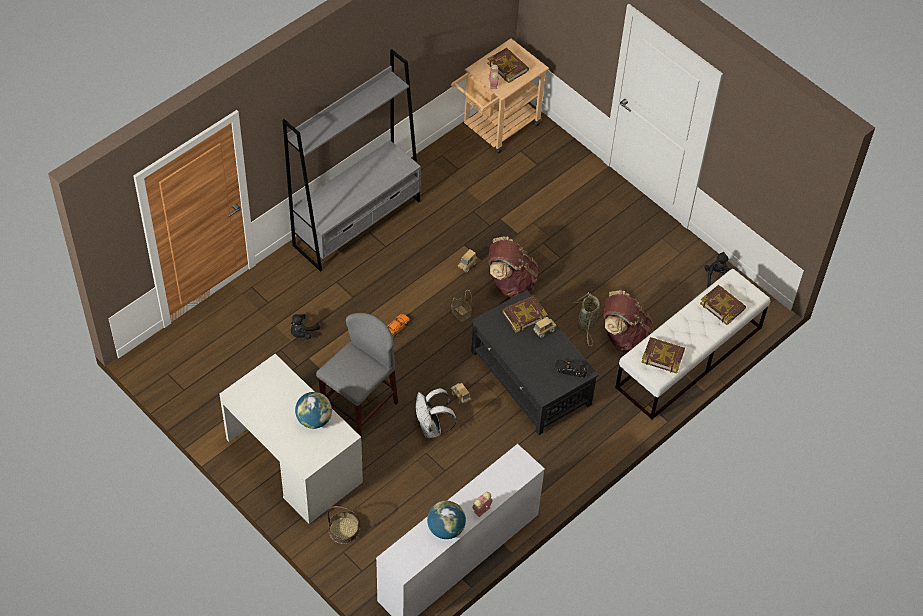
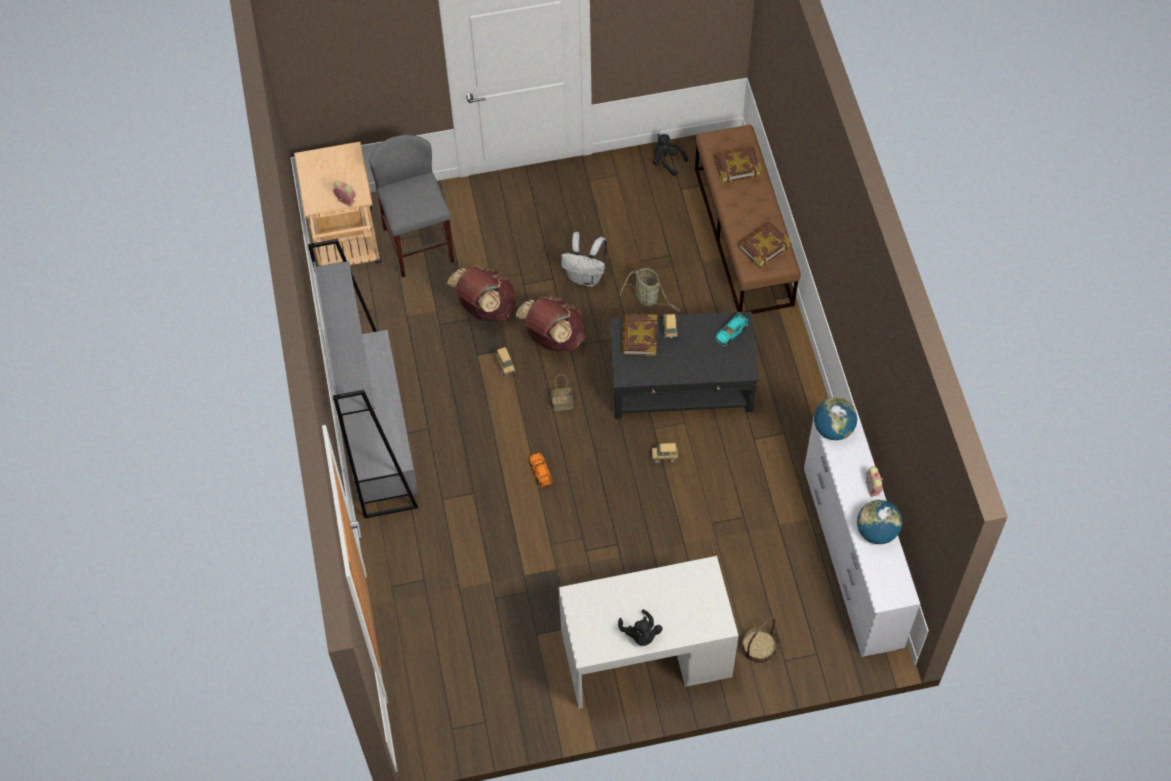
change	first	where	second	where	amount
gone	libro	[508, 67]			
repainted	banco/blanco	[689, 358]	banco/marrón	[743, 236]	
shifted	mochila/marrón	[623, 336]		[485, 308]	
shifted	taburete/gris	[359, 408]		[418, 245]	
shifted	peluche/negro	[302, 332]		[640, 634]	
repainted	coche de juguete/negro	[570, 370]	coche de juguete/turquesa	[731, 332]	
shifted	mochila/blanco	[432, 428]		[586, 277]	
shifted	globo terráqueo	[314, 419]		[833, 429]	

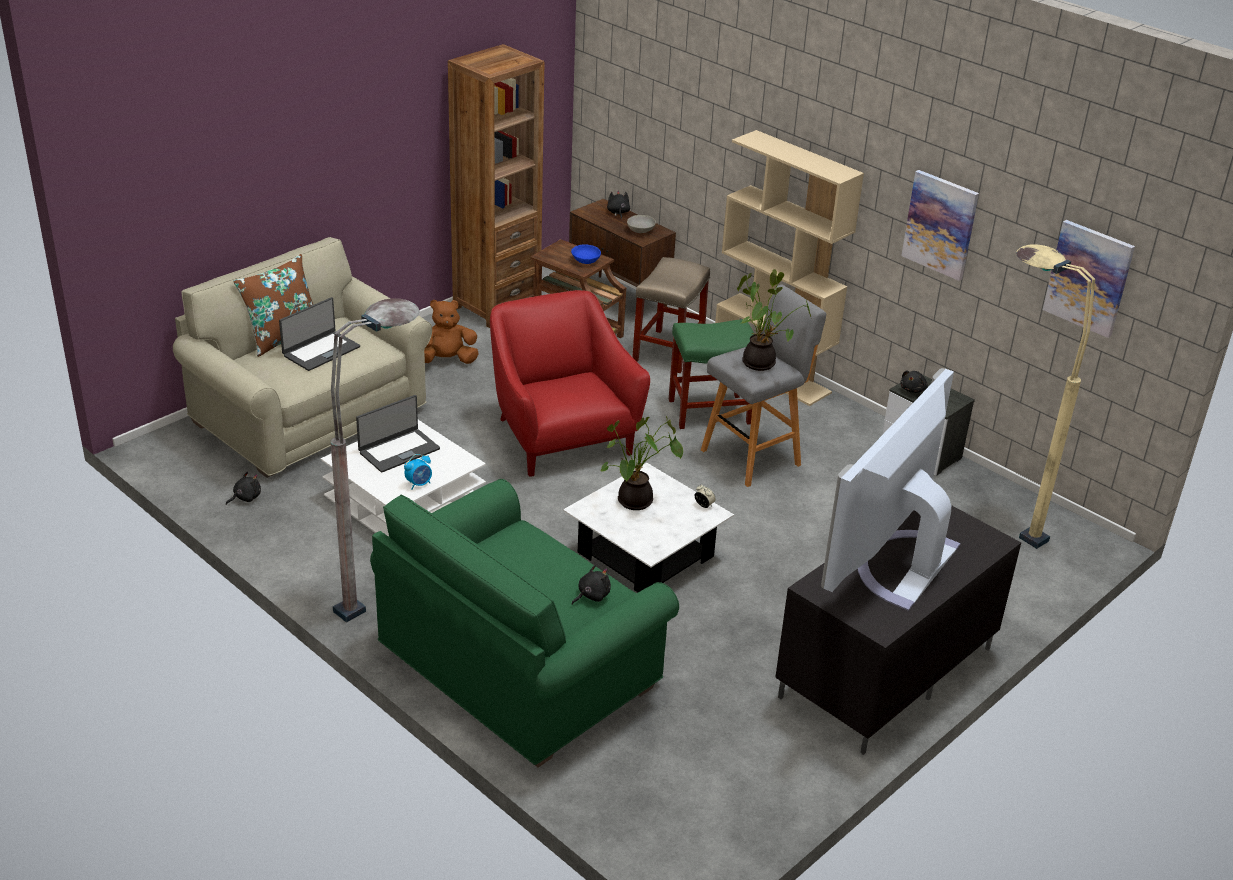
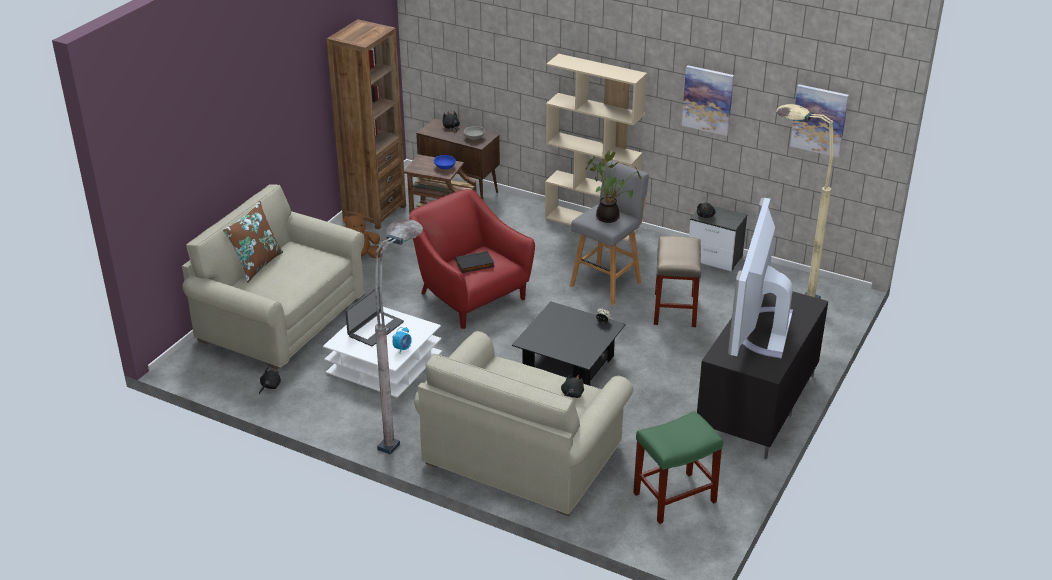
change	first	where	second	where	amount
shifted	taburete/beis	[668, 352]		[675, 310]	
gone	portátil	[320, 351]			
shifted	taburete/verde	[708, 412]		[673, 498]	
gone	planta en maceta	[635, 503]			
repainted	mesa de centro/blanco	[645, 555]	mesa de centro/negro	[568, 364]	
repainted	sofá/verde	[518, 664]	sofá/beis	[521, 455]	
new			libro/negro	[475, 264]	

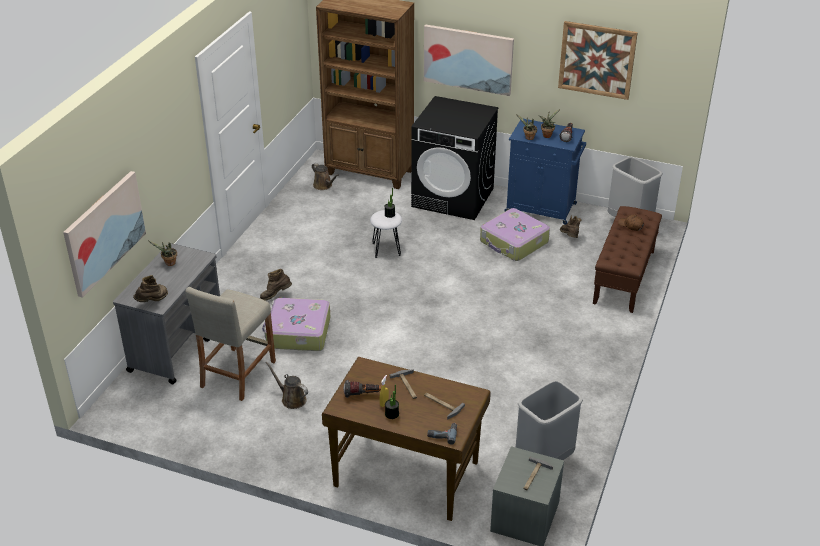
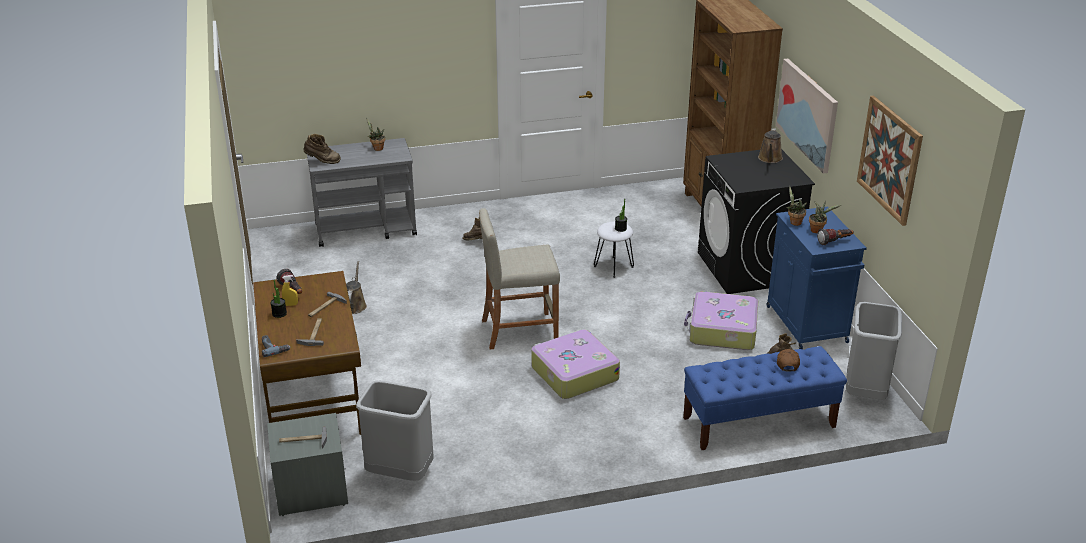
change	first	where	second	where	amount
shifted	regadera/marrón	[324, 186]		[770, 159]	
gone	cuadro	[104, 232]			
repainted	banco/marrón	[624, 277]	banco/azul	[758, 422]	
shifted	taburete/beis	[237, 374]		[519, 331]	
shifted	maleta	[298, 332]		[573, 373]	

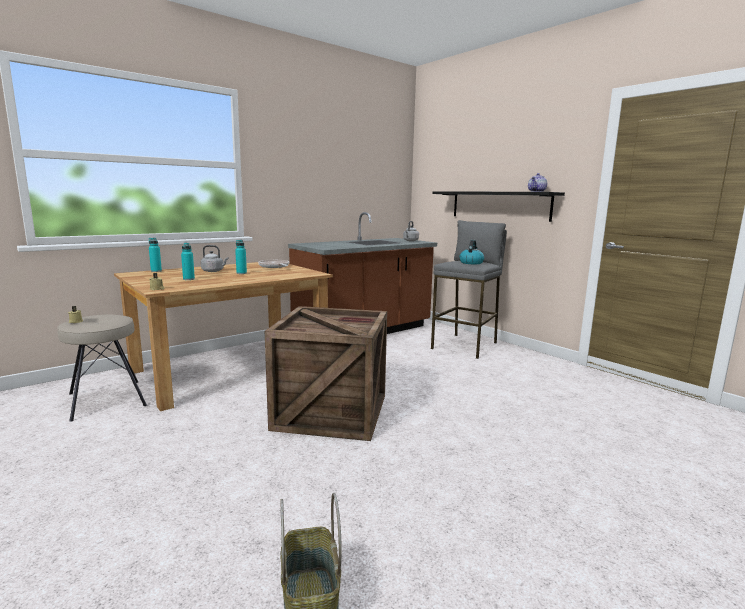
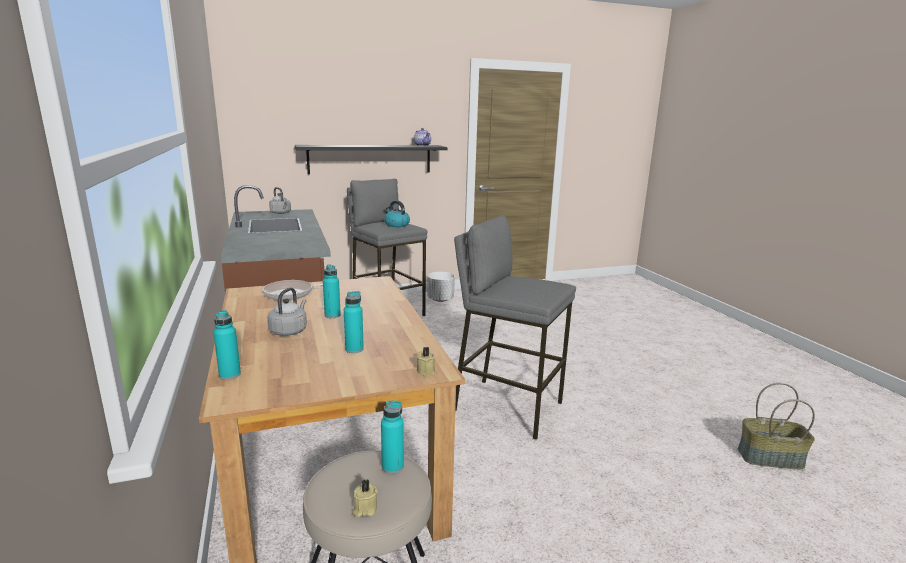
change	first	where	second	where	amount
swapped	caja de embalaje	[333, 411]	taburete/gris	[507, 406]	
new			maceta/blanco	[440, 299]	
new			botella/turquesa	[392, 466]	

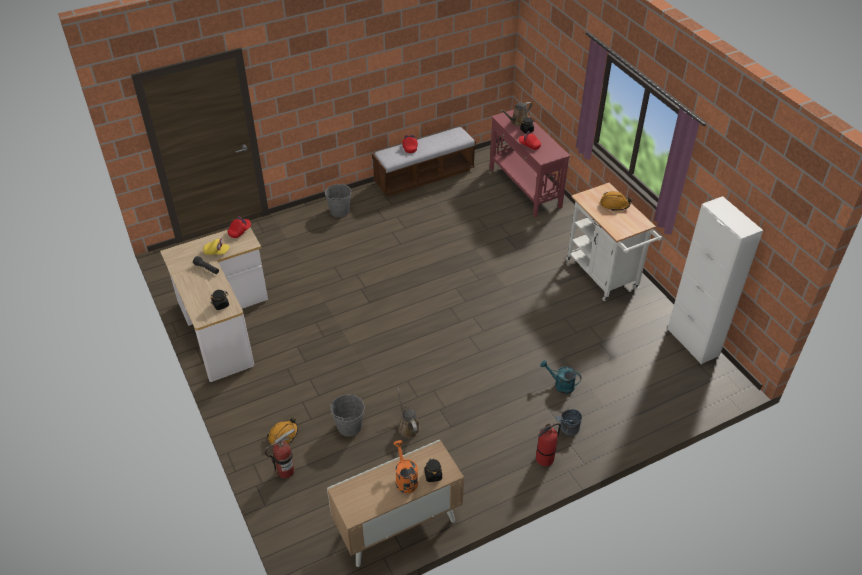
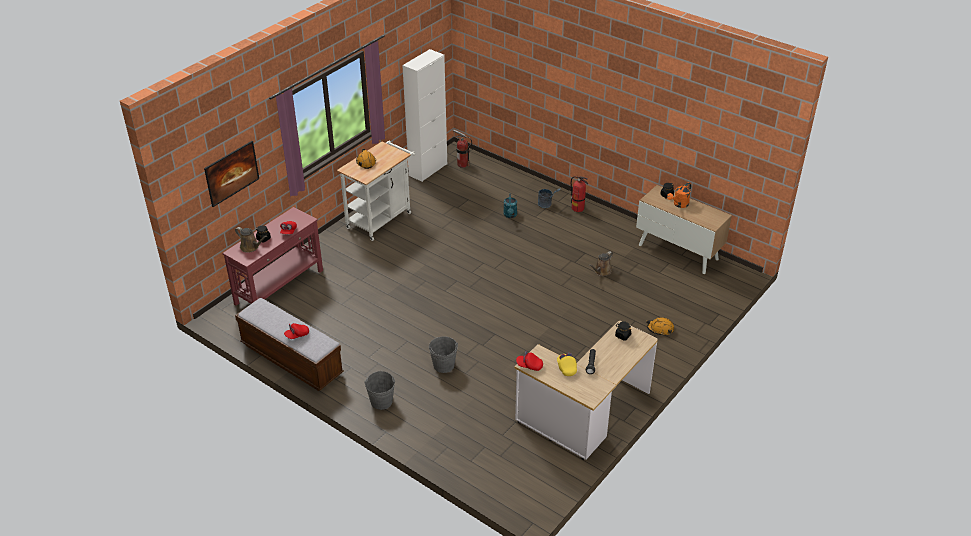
change	first	where	second	where	amount
shifted	cubo/gris	[349, 426]		[443, 365]	
shifted	extintor	[286, 471]		[462, 164]	
new			cuadro	[233, 182]	

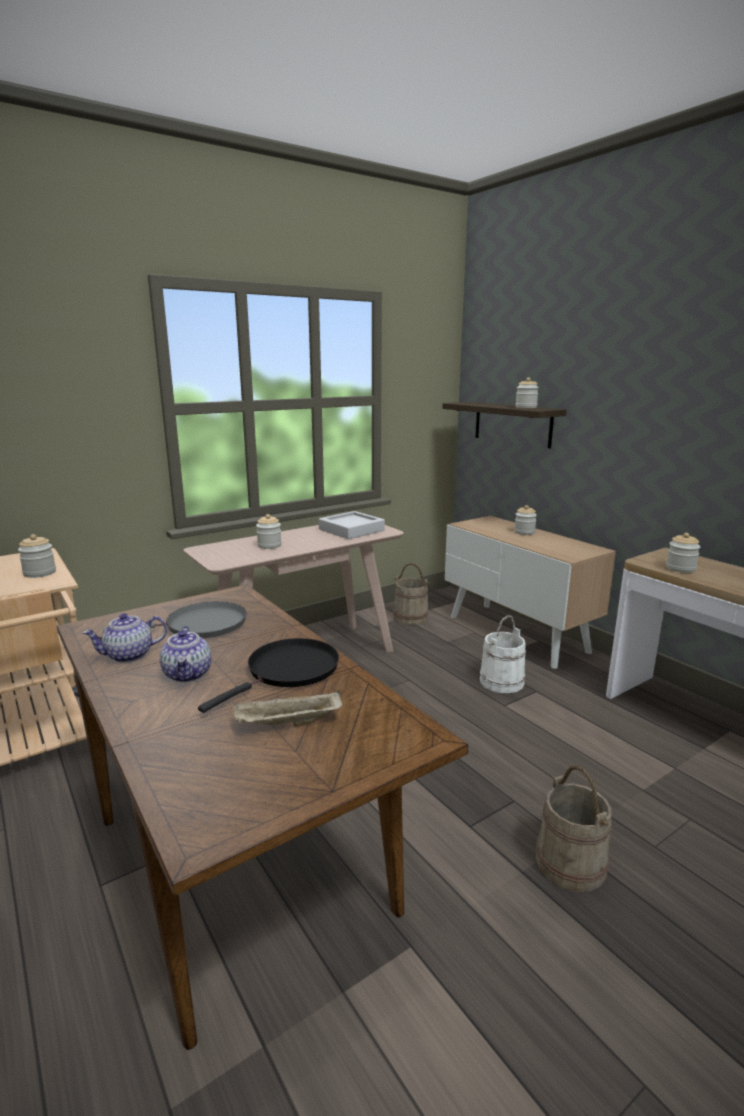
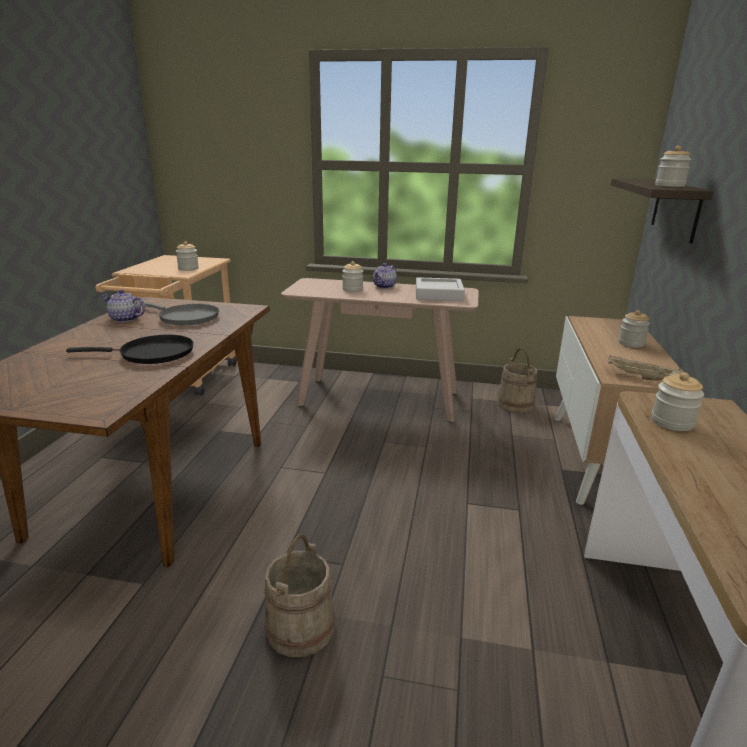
change	first	where	second	where	amount
gone	cubo/blanco	[501, 681]			
shifted	tetera	[188, 674]		[384, 286]	
shifted	bandeja/beis	[288, 724]		[638, 377]	

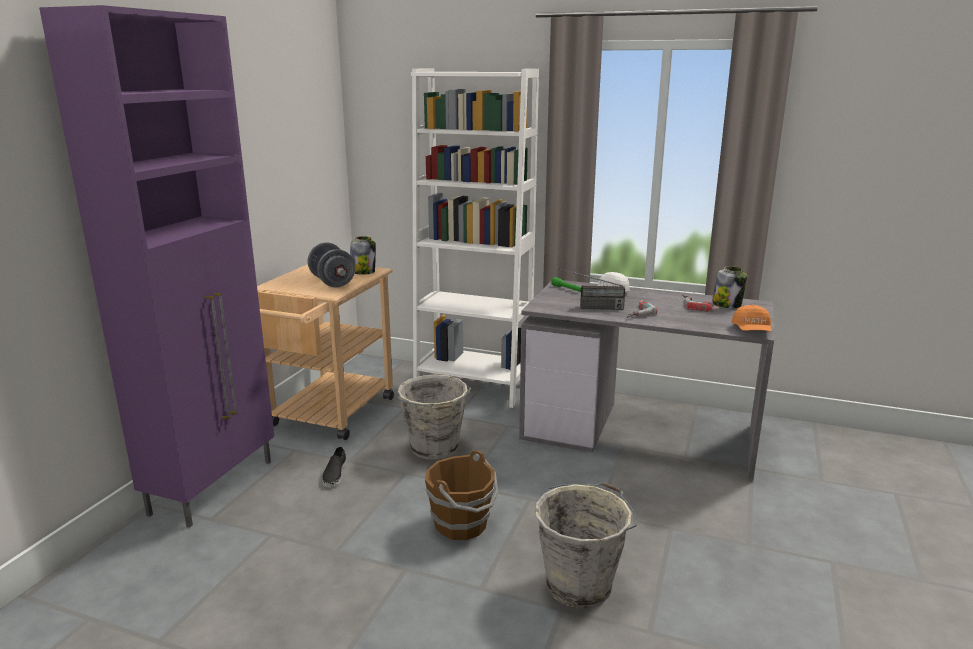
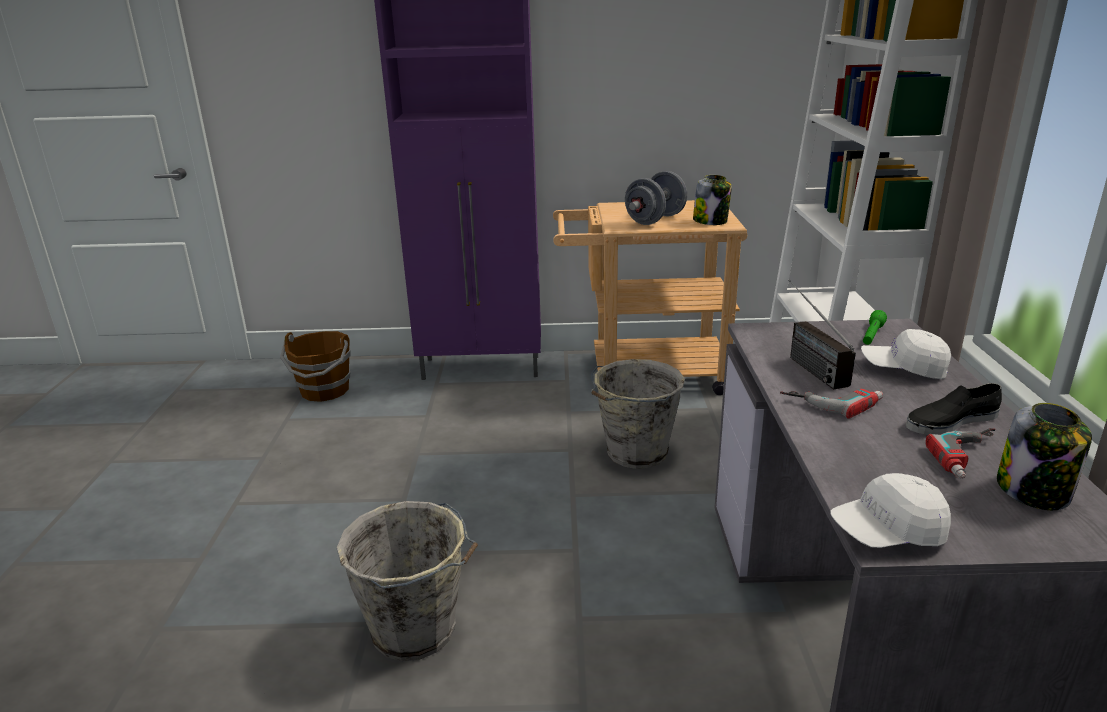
change	first	where	second	where	amount
repainted	gorra/naranja	[752, 331]	gorra/blanco	[887, 533]	
shifted	zapato/negro	[334, 474]		[950, 421]	
shifted	cubo/marrón	[462, 524]		[324, 391]	

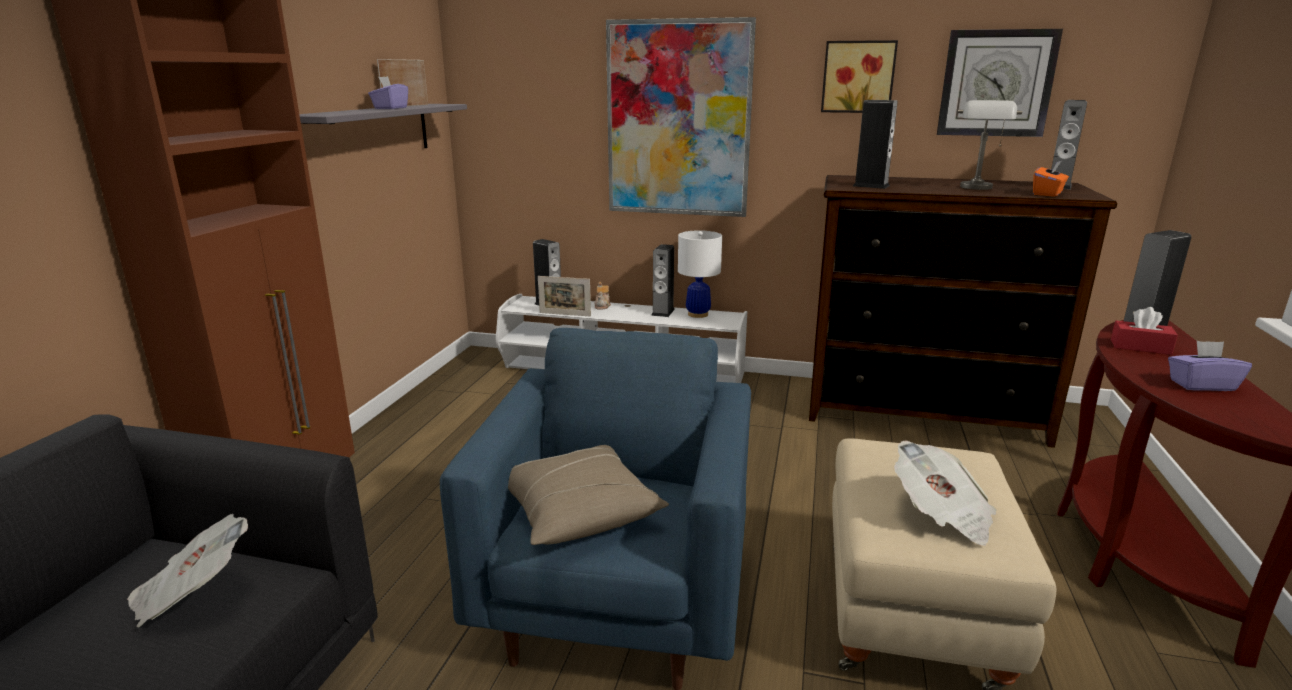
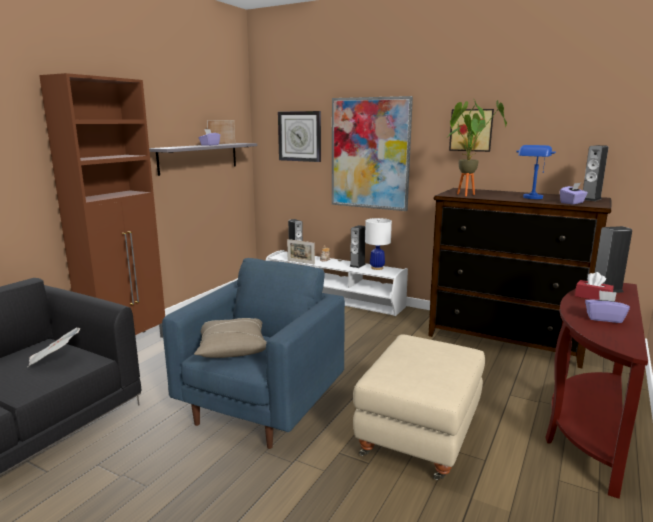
change	first	where	second	where	amount
shifted	reloj de pared	[996, 83]		[300, 136]	
swapped	altavoz	[871, 186]	planta en maceta	[467, 194]	
repainted	lámpara de mesa/gris	[977, 189]	lámpara de mesa/azul	[531, 198]	
repainted	caja de pañuelos/naranja	[1048, 194]	caja de pañuelos/morado	[572, 203]	
gone	periódico	[942, 515]			

